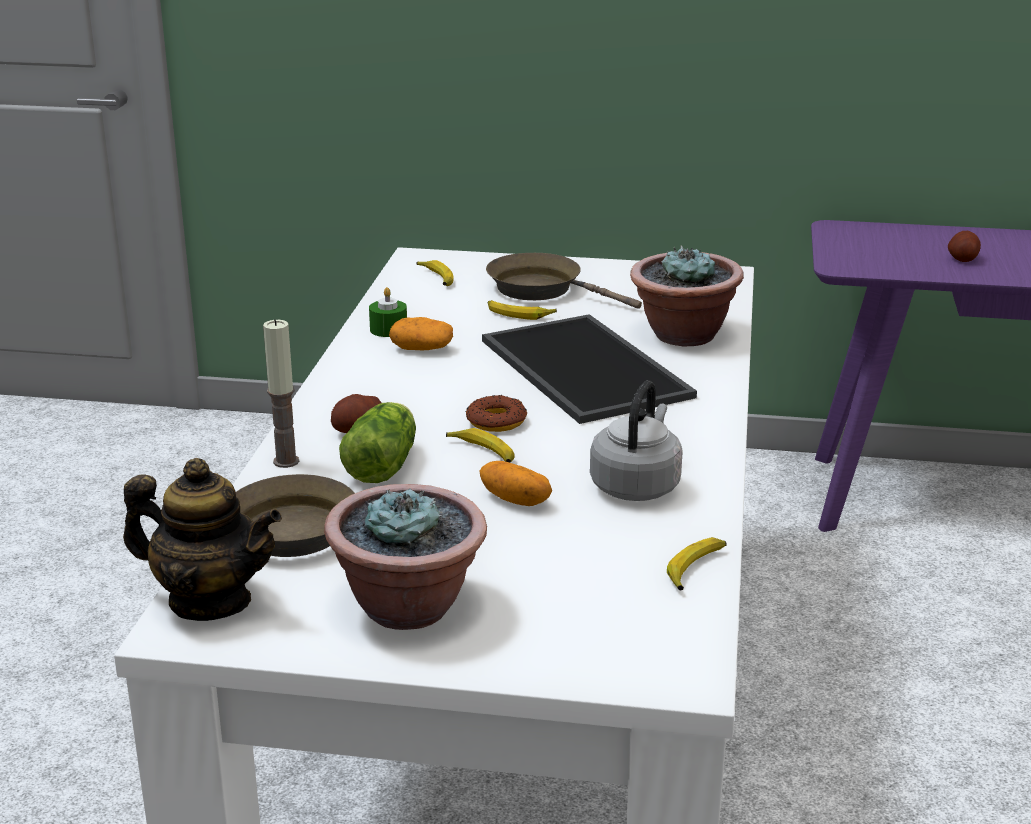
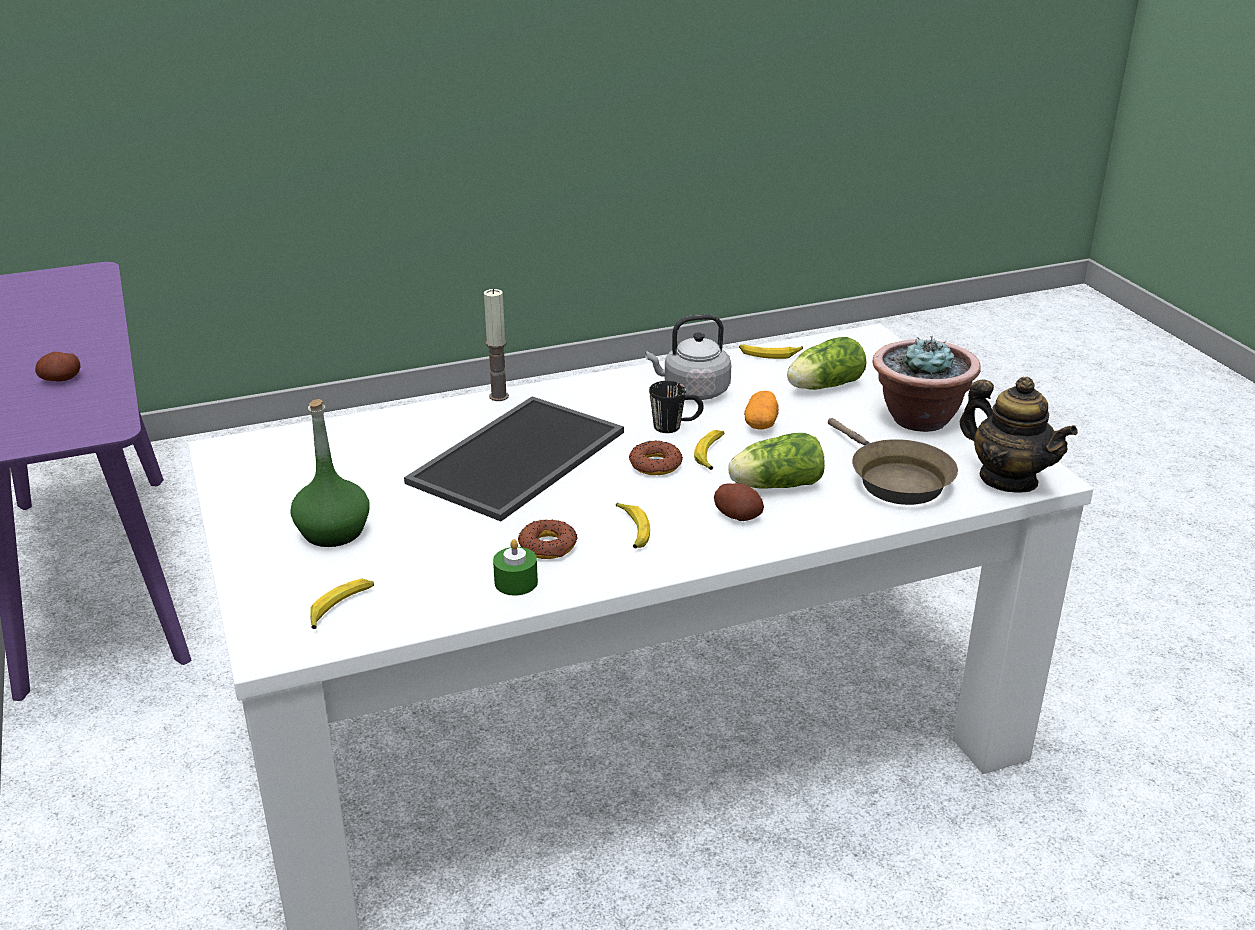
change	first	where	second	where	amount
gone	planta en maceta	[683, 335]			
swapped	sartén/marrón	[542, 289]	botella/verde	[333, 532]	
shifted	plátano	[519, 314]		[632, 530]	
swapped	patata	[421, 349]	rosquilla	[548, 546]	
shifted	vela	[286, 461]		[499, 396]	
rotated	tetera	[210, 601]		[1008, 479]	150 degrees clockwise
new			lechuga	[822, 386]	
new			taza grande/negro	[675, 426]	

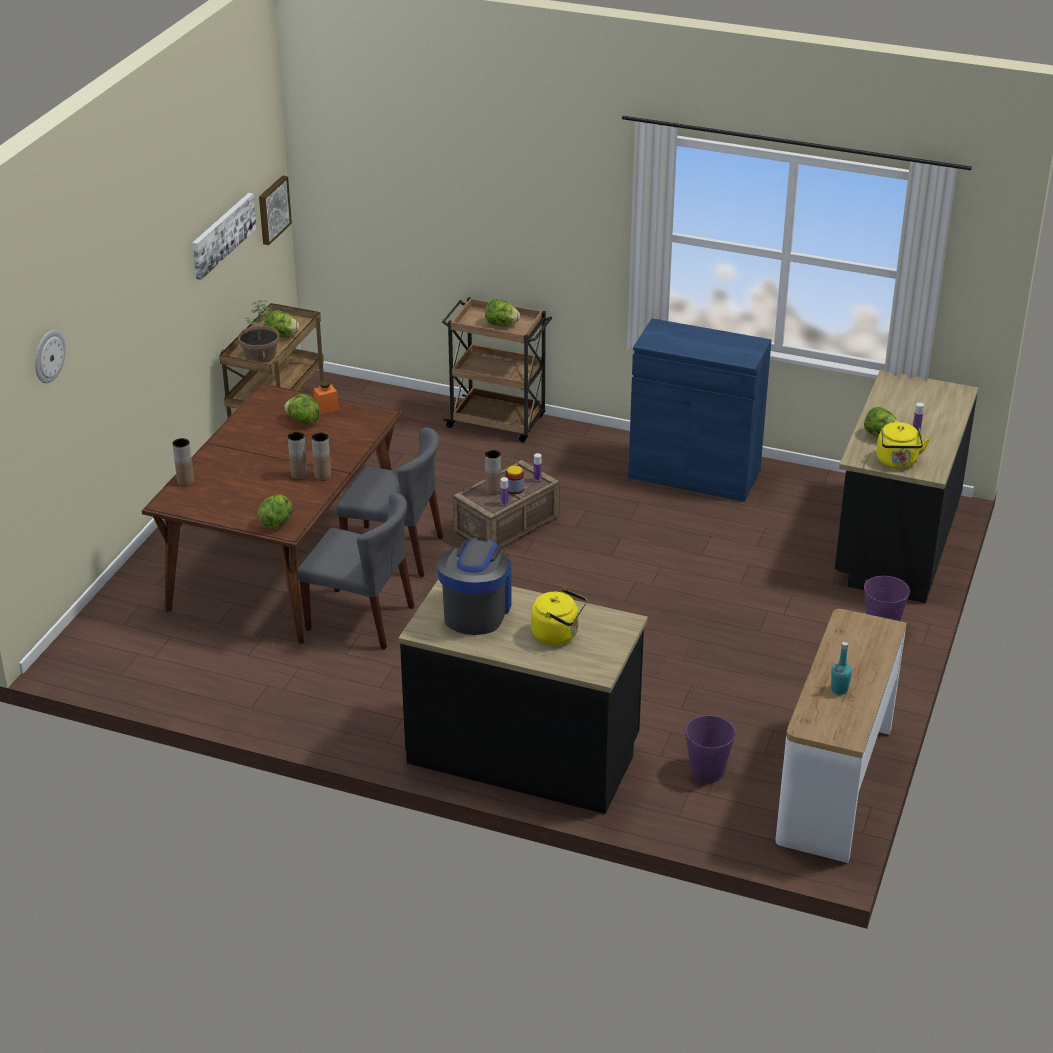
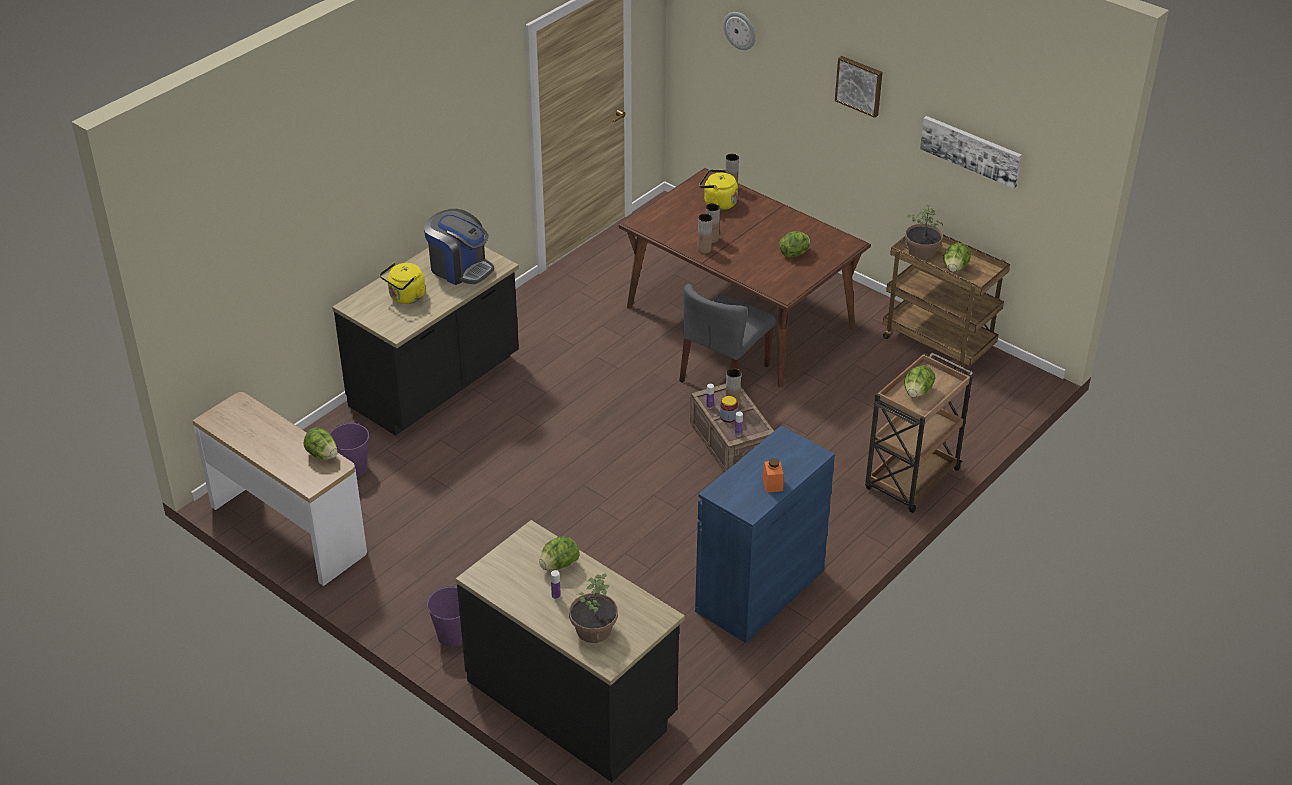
change	first	where	second	where	amount
shifted	cuadro	[272, 209]		[860, 85]	
shifted	tarro/naranja	[326, 408]		[772, 484]	
shifted	hervidor/amarillo	[897, 462]		[717, 203]	
gone	silla/gris	[361, 618]			
shifted	lechuga	[277, 523]		[322, 455]	
gone	botella/turquesa	[839, 689]			
new			planta en maceta	[593, 630]	

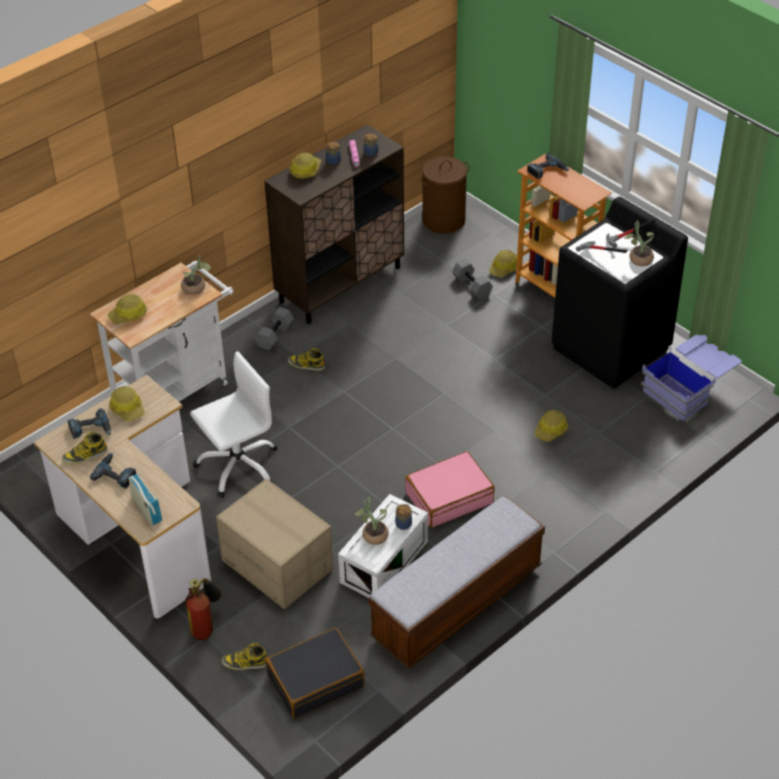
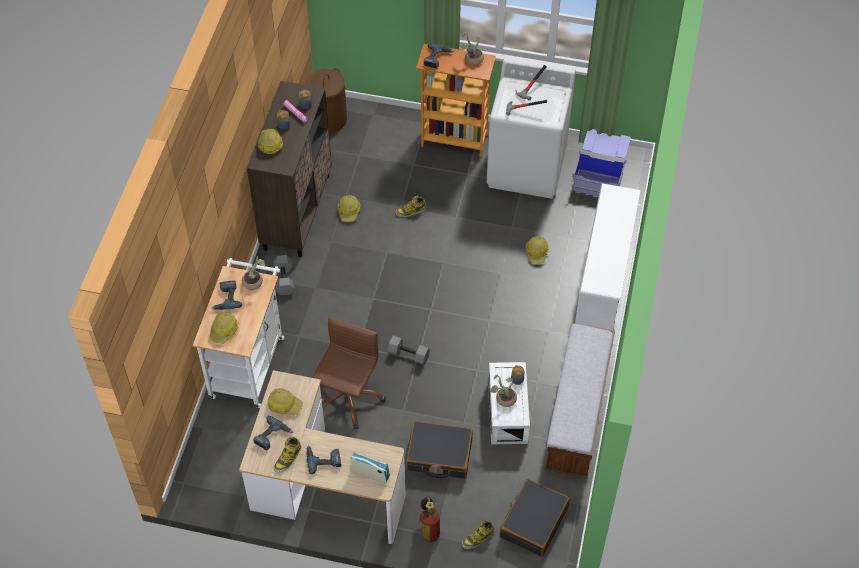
change	first	where	second	where	amount
repainted	lavadora/negro	[611, 348]	lavadora/blanco	[527, 167]	
shifted	planta en maceta	[638, 258]		[471, 59]	
shifted	casco	[504, 268]		[349, 211]	
shifted	mancuerna/gris	[471, 286]		[408, 355]	
shifted	bota	[306, 364]		[410, 211]	
repainted	silla de oficina/blanco	[238, 466]	silla de oficina/marrón	[347, 397]	
gone	maleta/rosa	[449, 497]			
swapped	caja de cartón	[278, 564]	maleta/negro	[439, 455]	
new			zapatero/blanco	[604, 278]	
new			taladro	[226, 298]	

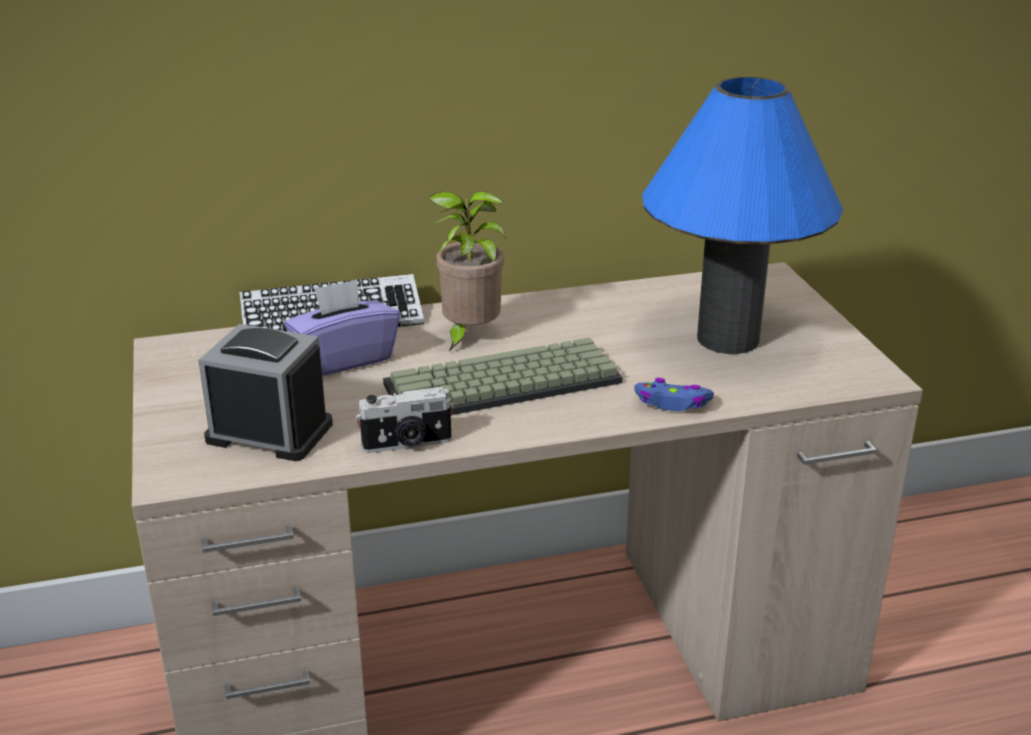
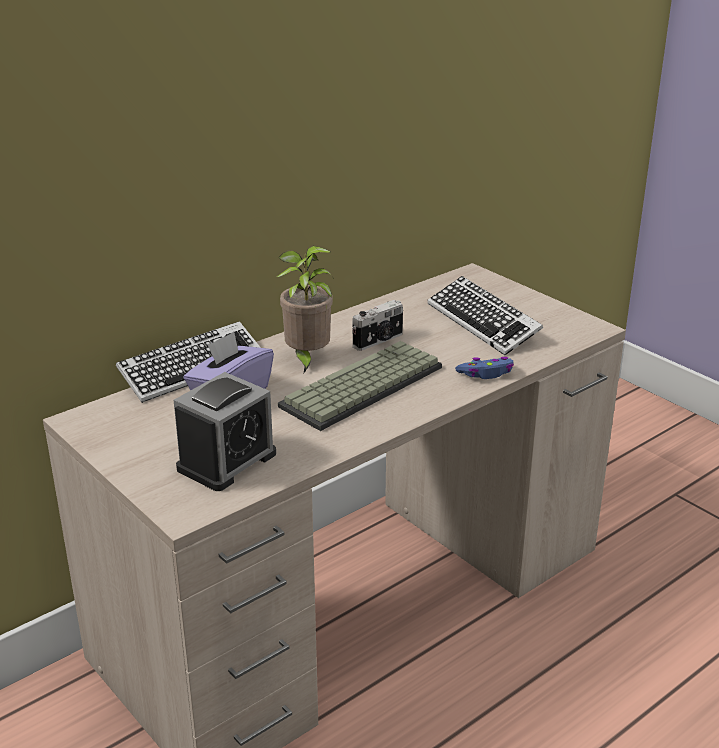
change	first	where	second	where	amount
swapped	lámpara de mesa/azul	[728, 339]	teclado	[483, 323]	
rotated	despertador	[269, 432]		[227, 461]	135 degrees clockwise
shifted	cámara	[407, 444]		[379, 341]	

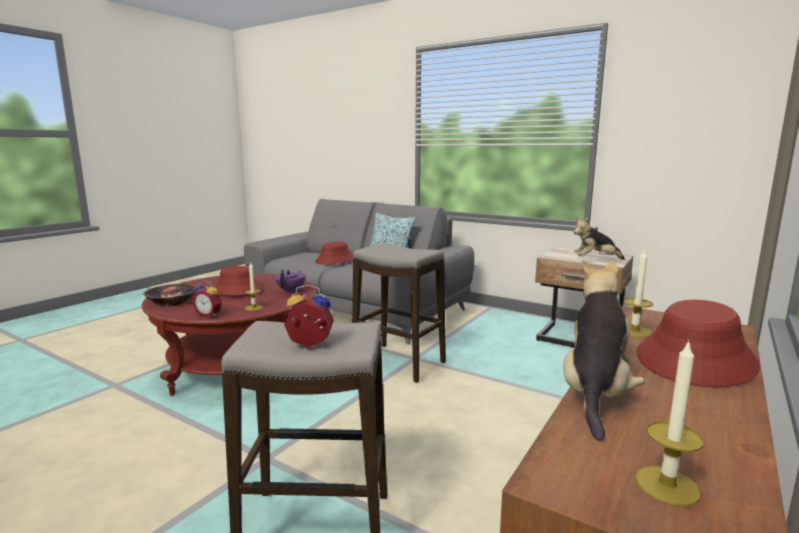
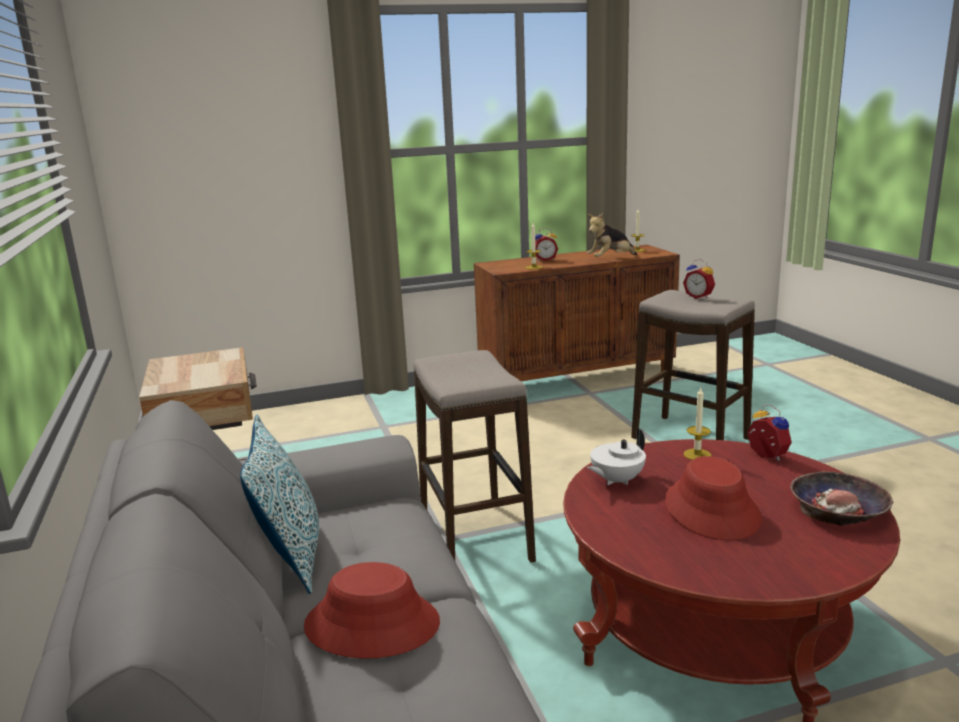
change	first	where	second	where	amount
gone	peluche	[595, 260]			
repainted	tetera/morado	[291, 290]	tetera/blanco	[616, 480]	
swapped	sombrero/rojo	[696, 360]	despertador	[545, 260]	

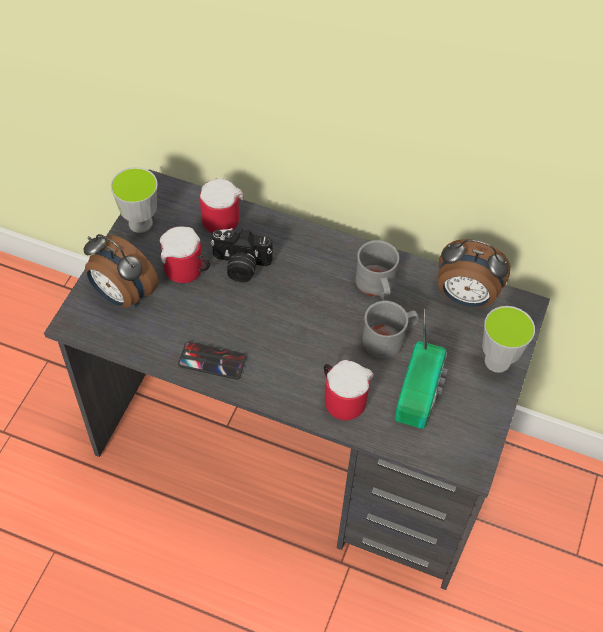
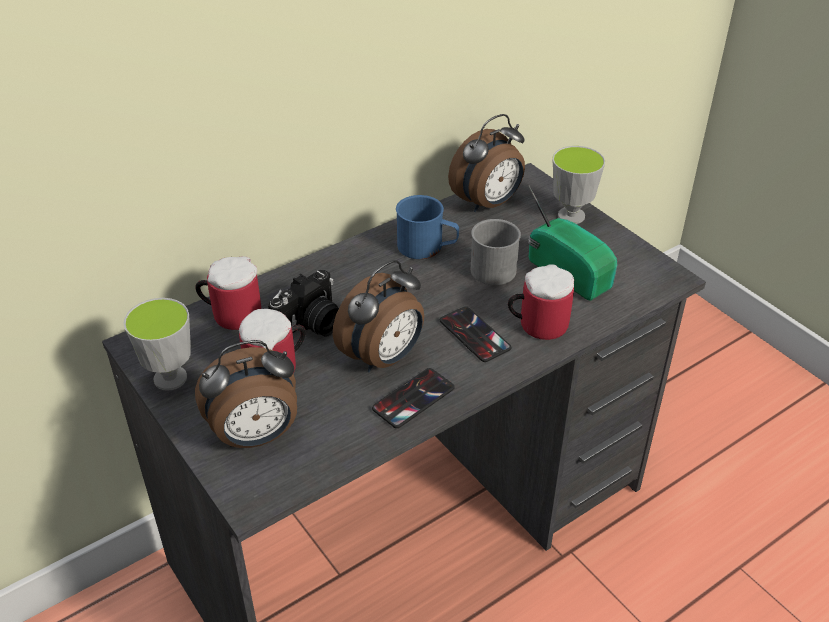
change	first	where	second	where	amount
repainted	taza grande/gris	[376, 286]	taza grande/azul	[427, 247]	
new			despertador	[384, 358]	
new			móvil	[474, 335]	

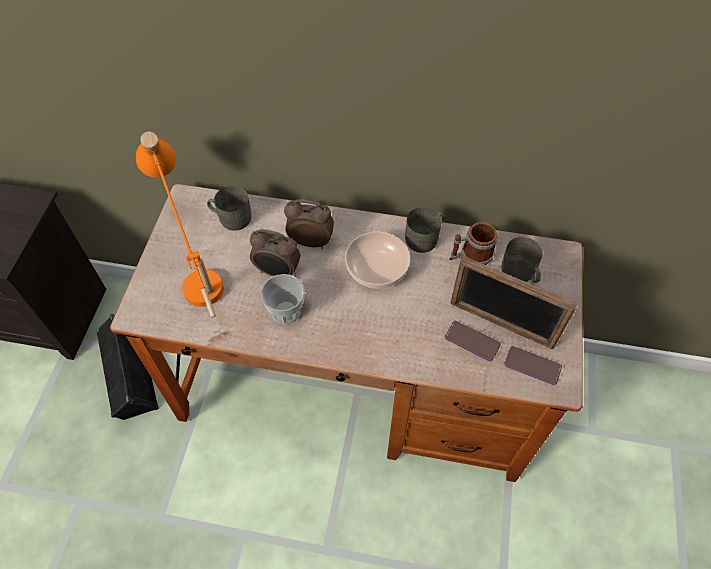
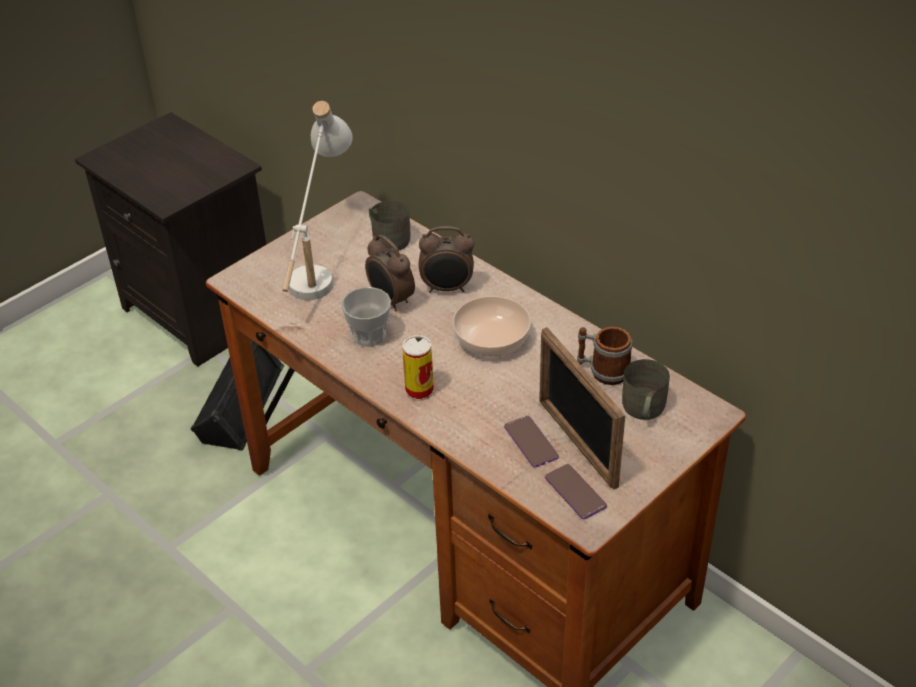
change	first	where	second	where	amount
repainted	lámpara de mesa/naranja	[195, 267]	lámpara de mesa/blanco	[319, 265]	
rotated	despertador	[311, 241]		[447, 288]	135 degrees clockwise
gone	taza grande/gris	[425, 238]			
new			lata	[419, 390]	

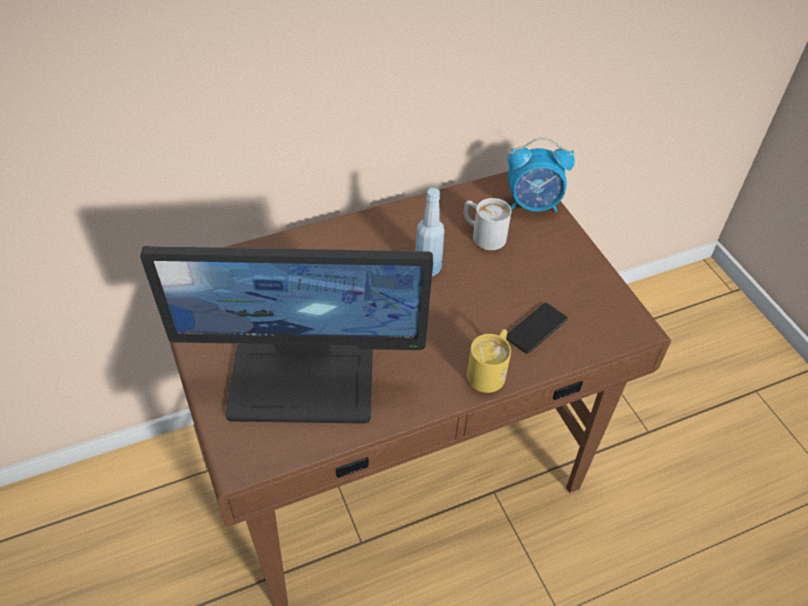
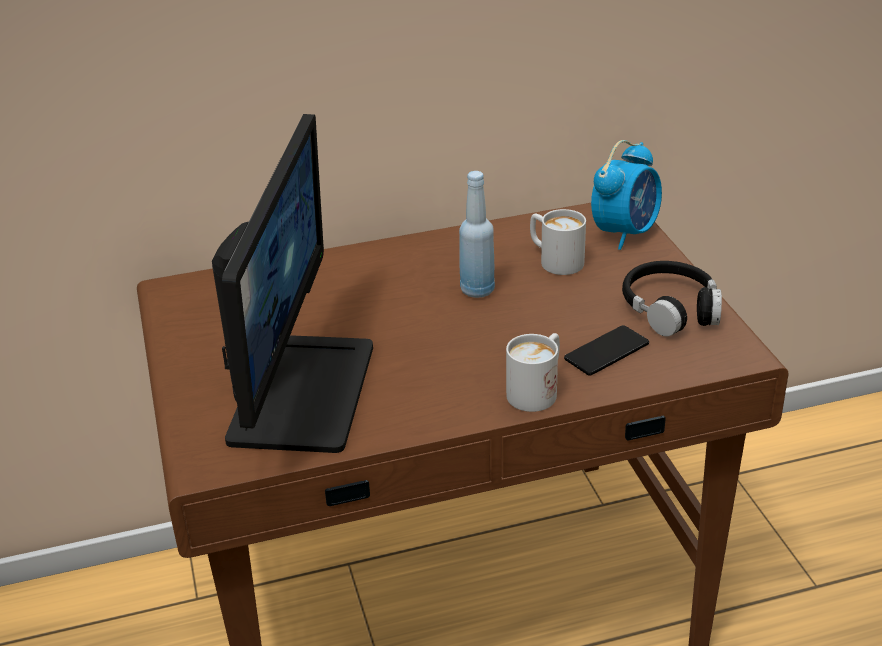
change	first	where	second	where	amount
rotated	despertador	[533, 205]		[625, 233]	60 degrees counterclockwise
rotated	monitor	[303, 380]		[299, 391]	90 degrees counterclockwise
repainted	taza grande/amarillo	[489, 370]	taza grande/blanco	[537, 390]	
new			auriculares/negro	[671, 309]	

